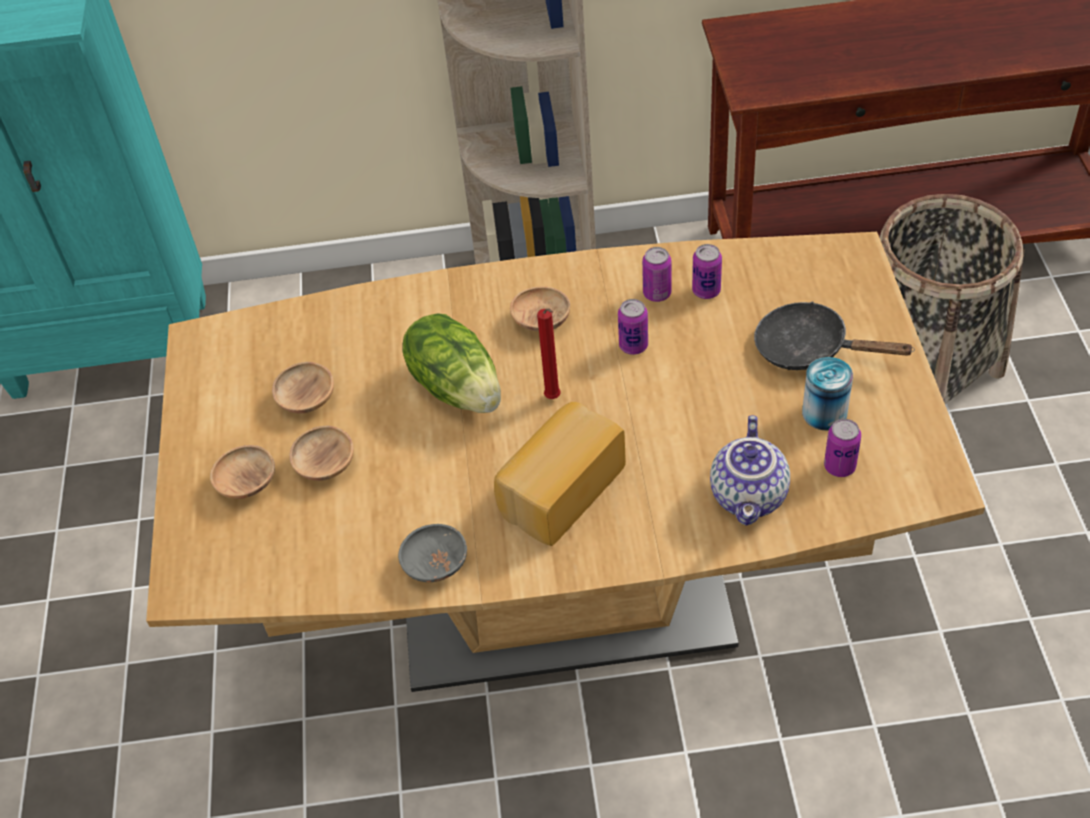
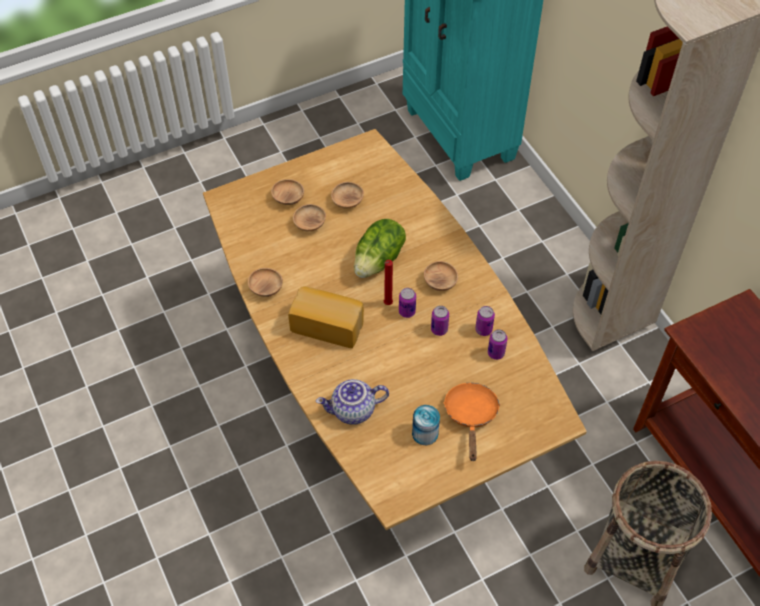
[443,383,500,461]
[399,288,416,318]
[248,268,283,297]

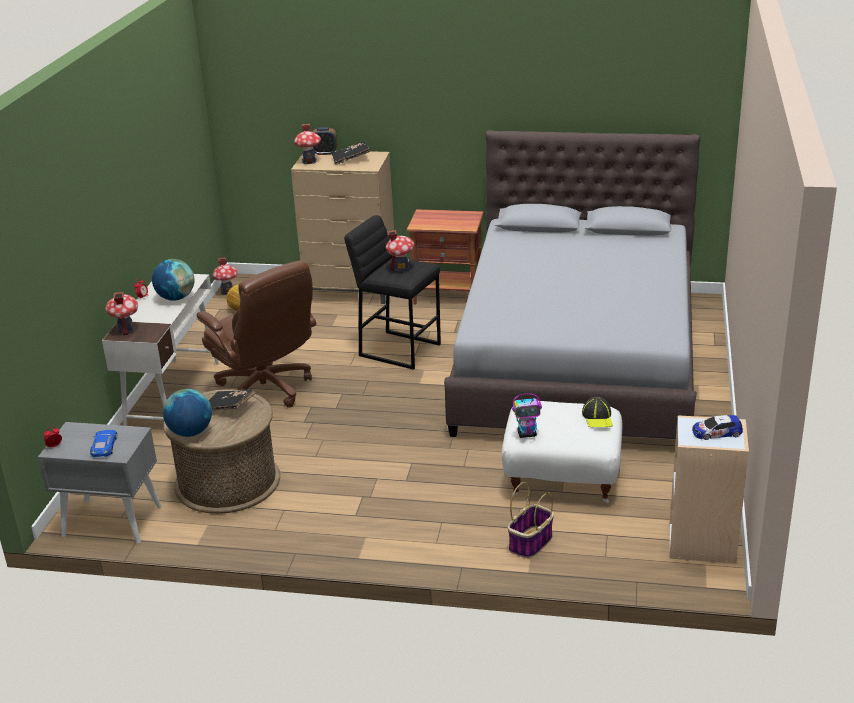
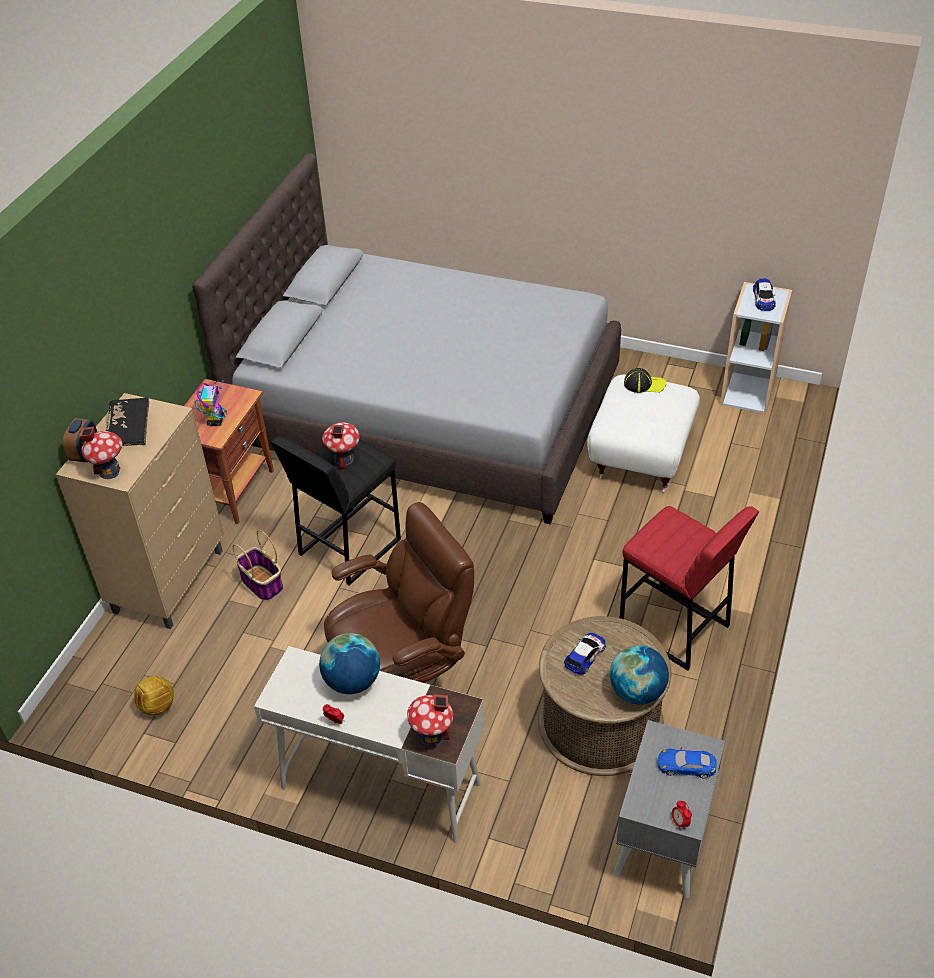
[212,258,238,295] (first image)
[564,633,605,675]
[194,380,227,426]
[233,530,283,601]
[620,506,759,671]

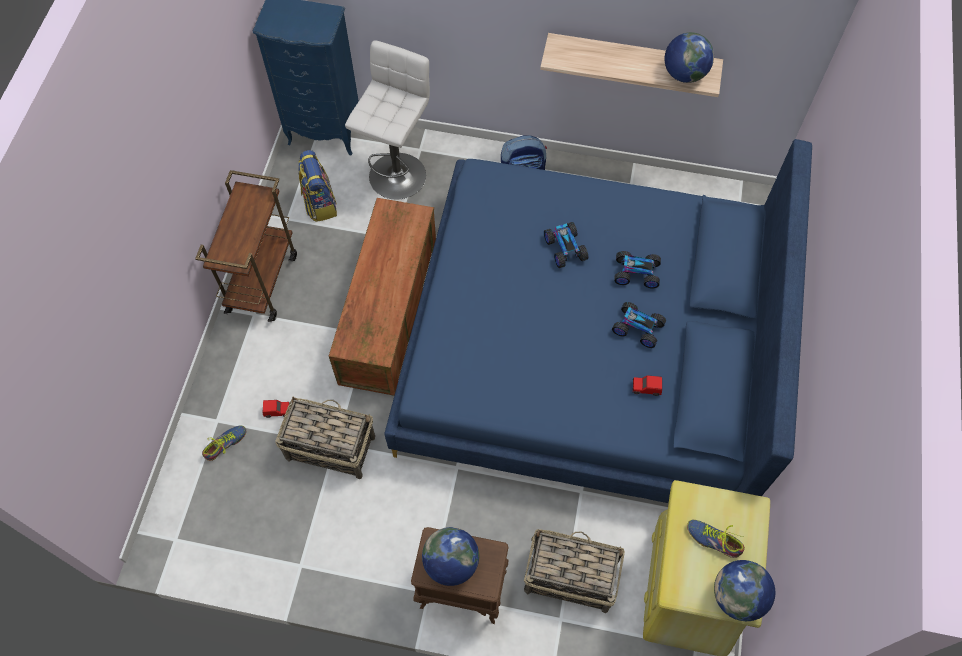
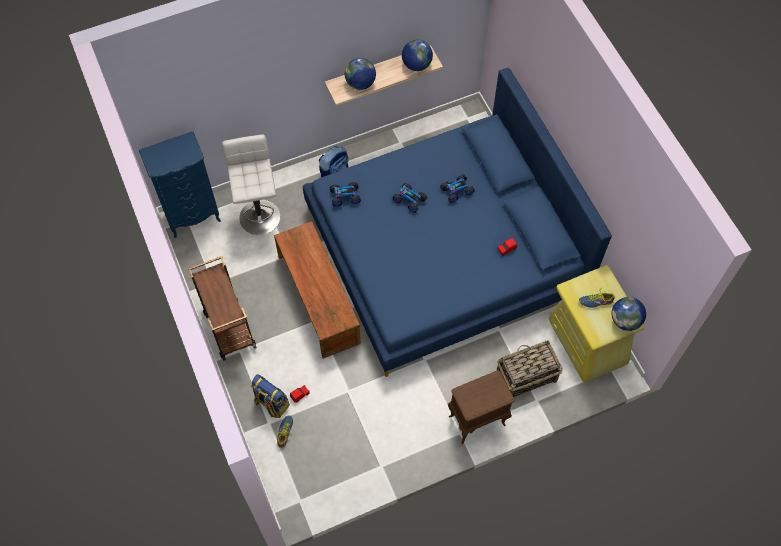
[251,375,290,418]
[330,182,361,207]
[275,397,375,479] (first image)
[345,58,376,90]

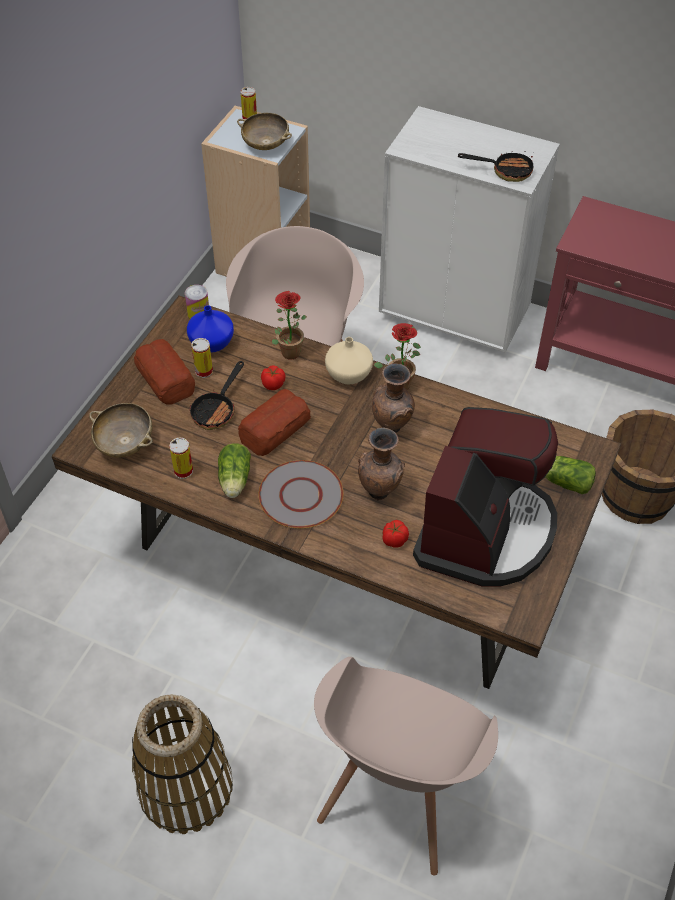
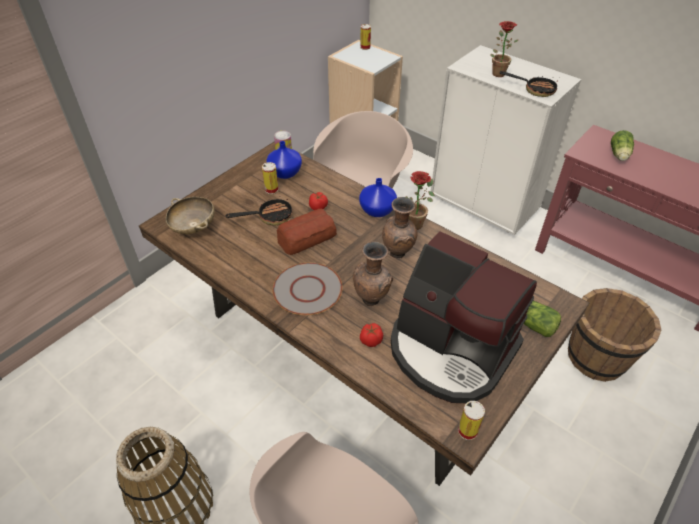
[237,113,292,150] (first image)
[490,21,518,77]
[359,178,397,217]
[134,339,195,405] (first image)
[225,196,292,226]
[391,231,537,403]
[458,401,485,440]
[611,130,634,161]

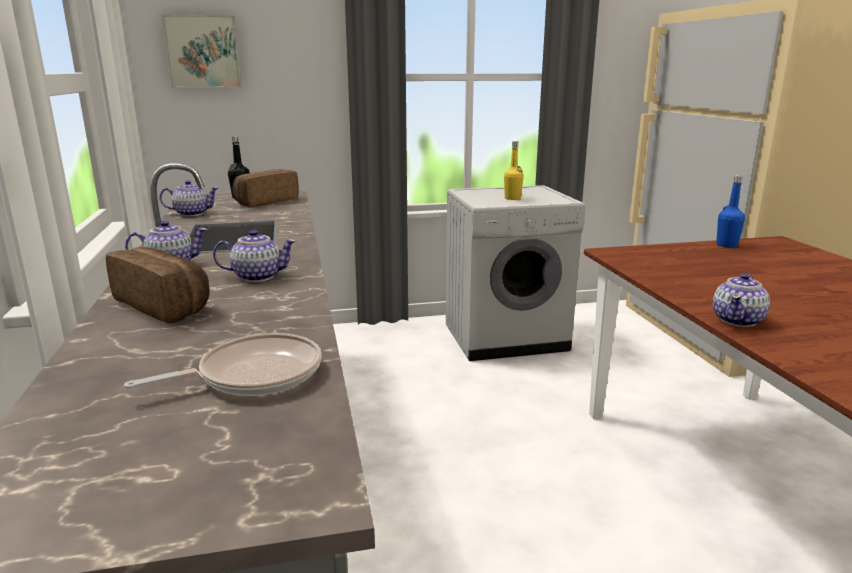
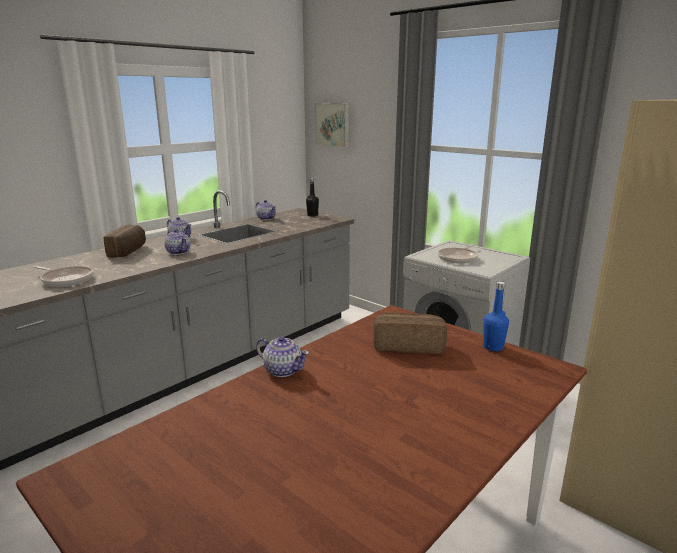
[438,243,478,264]
[373,313,447,354]
[256,336,309,377]

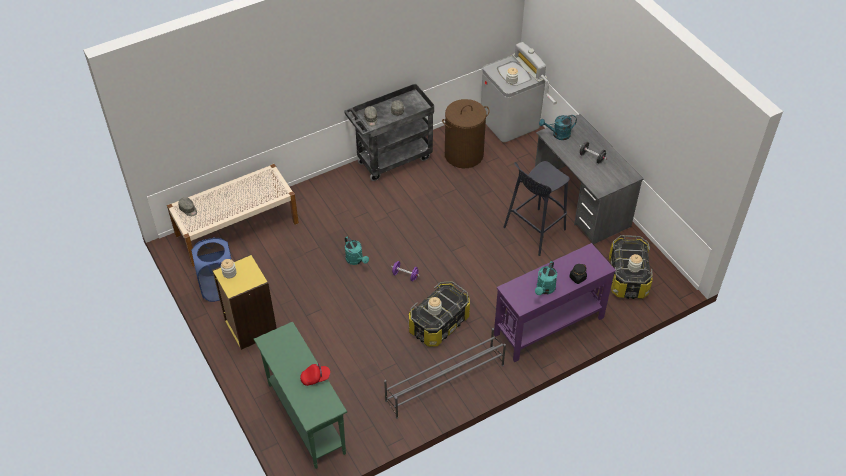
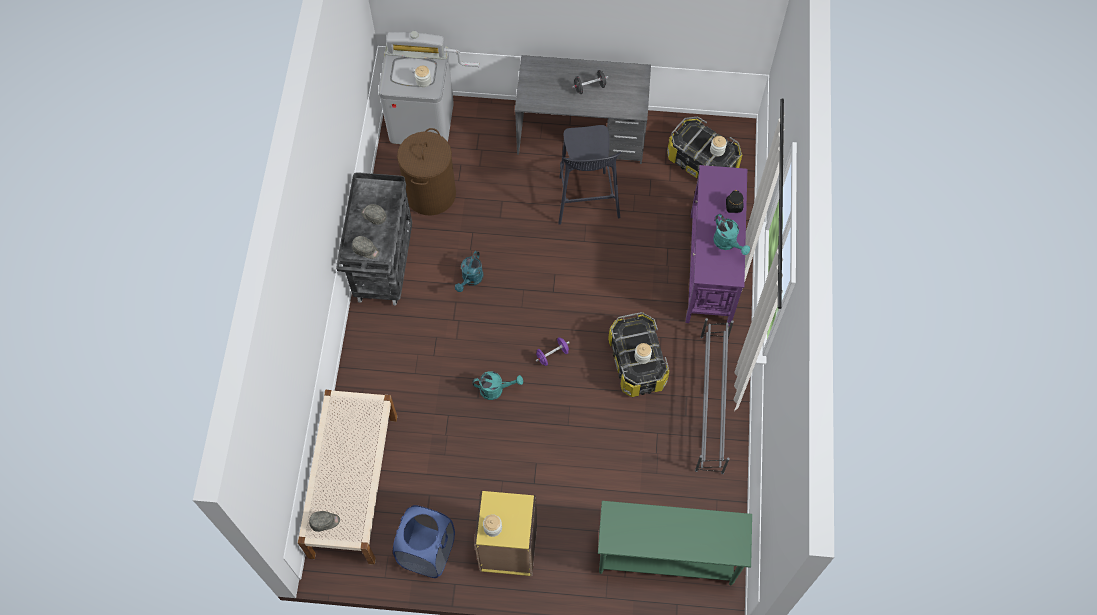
[455,251,483,292]
[300,363,330,386] (first image)

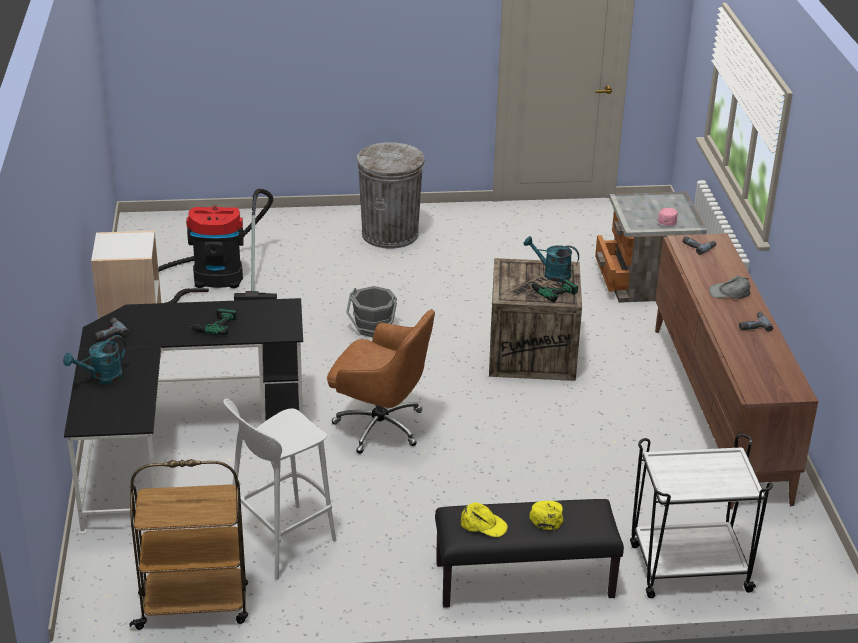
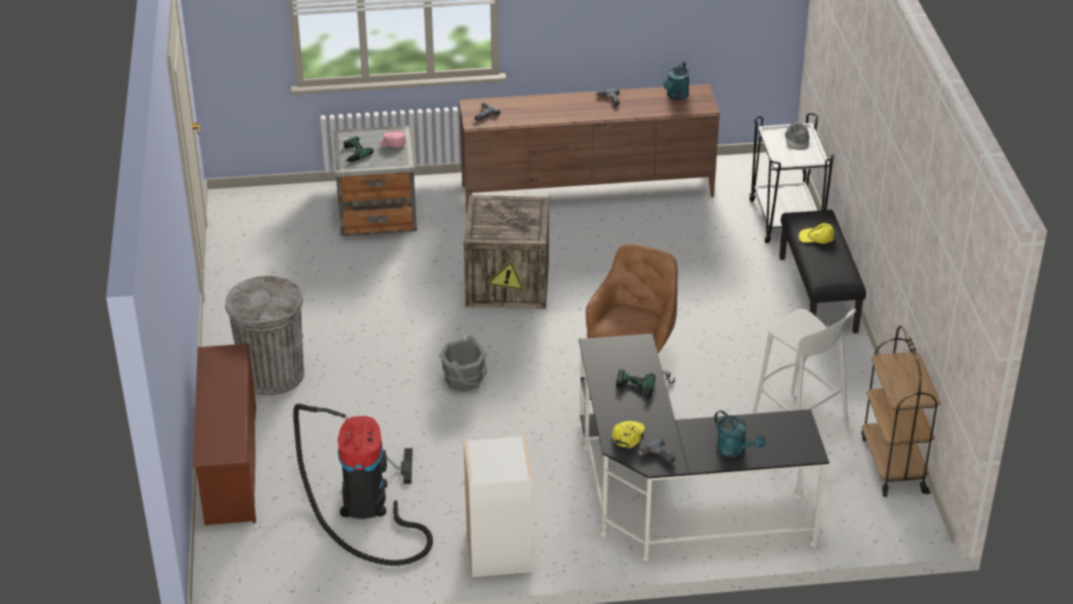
[664,61,689,100]
[785,122,810,150]
[342,136,374,163]
[611,421,645,448]
[193,344,256,525]

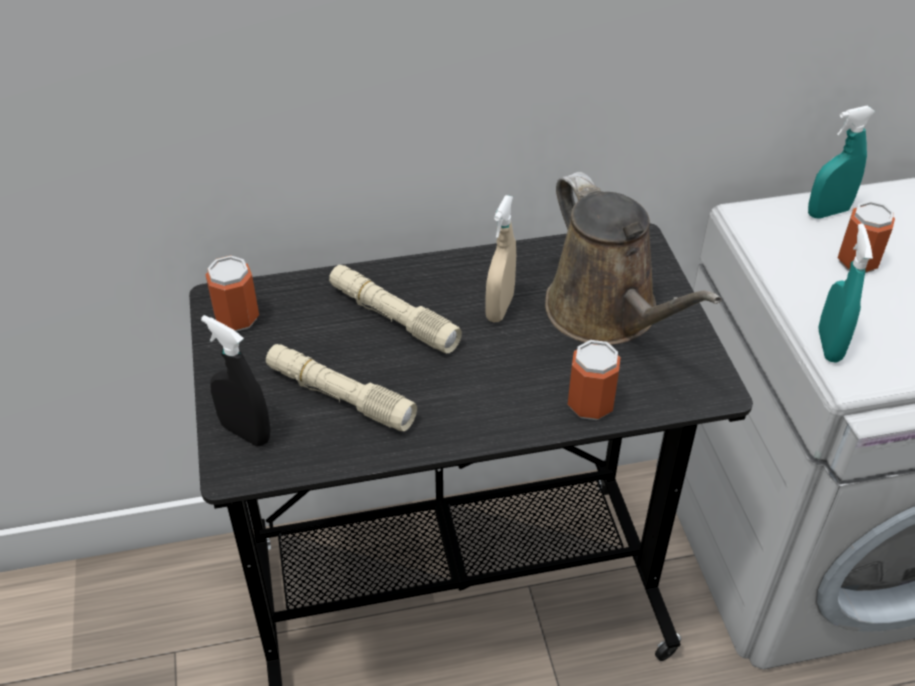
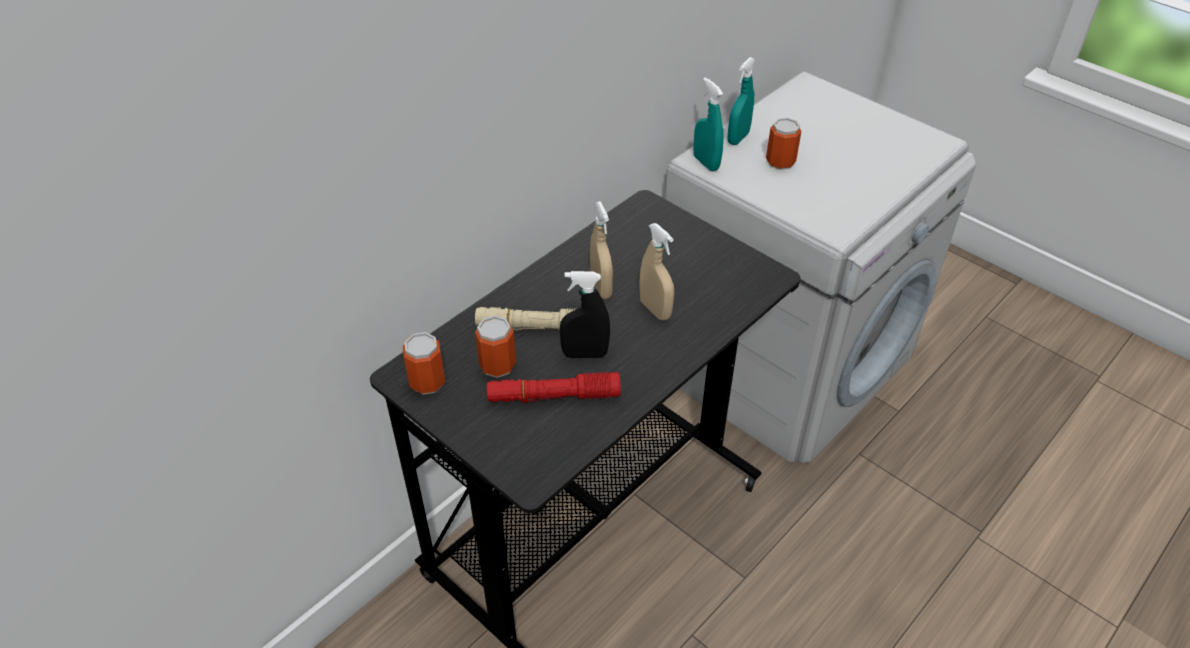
[545,172,722,345] (first image)
[693,77,724,171]
[560,271,610,358]
[475,315,516,378]
[486,372,621,403]
[640,223,674,320]

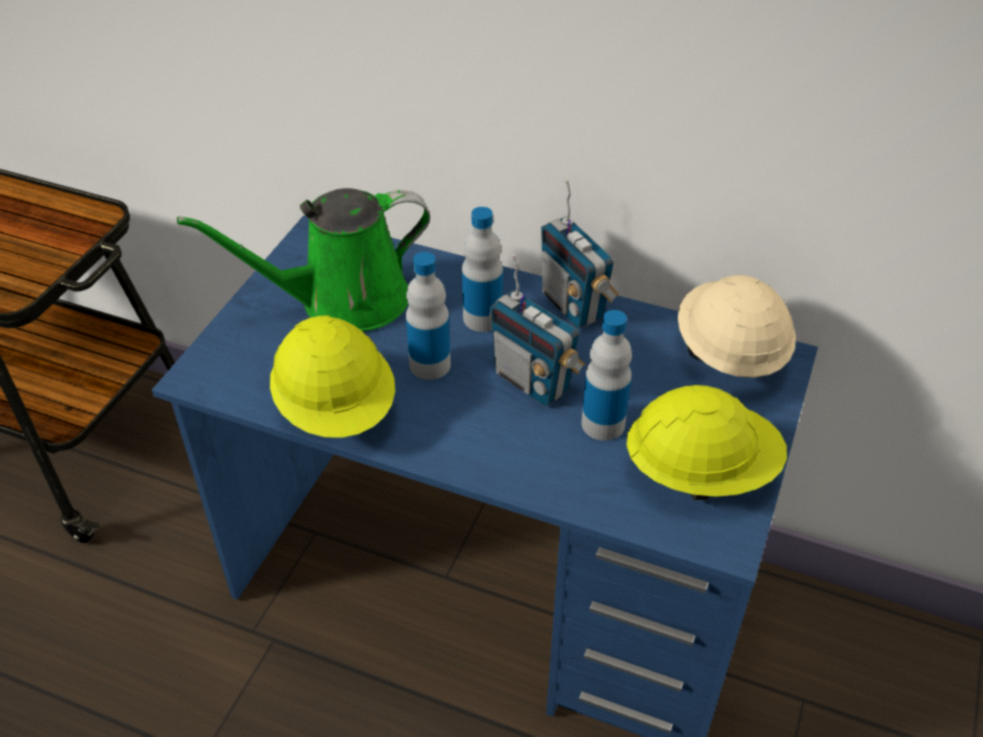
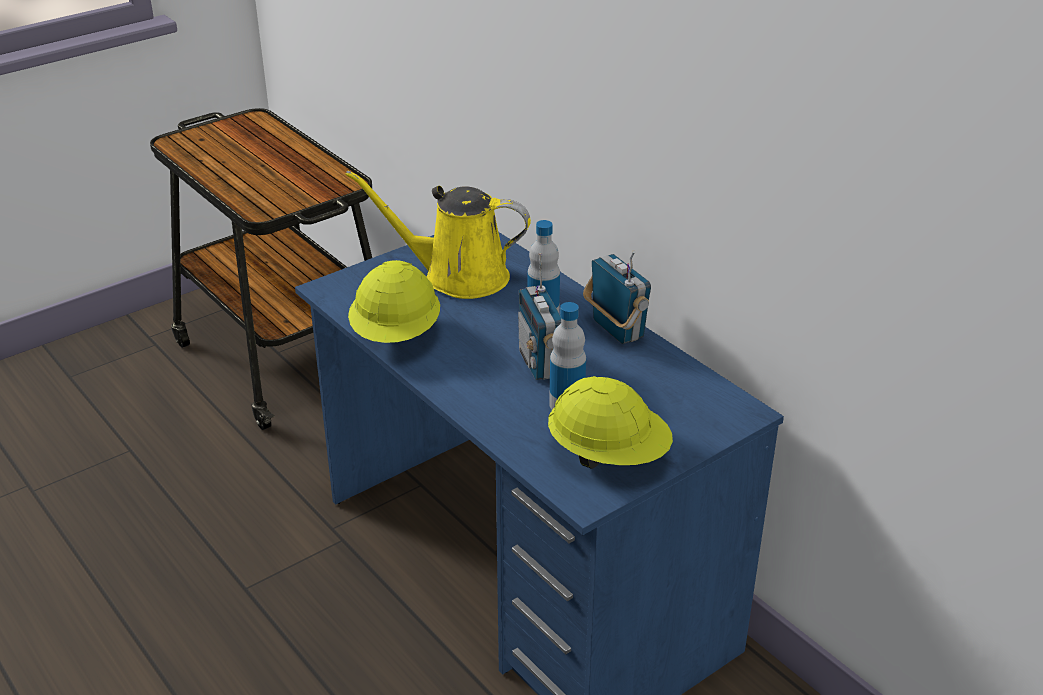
[583,250,651,344]
[345,170,531,299]
[406,252,451,380] (first image)
[678,275,796,378] (first image)

